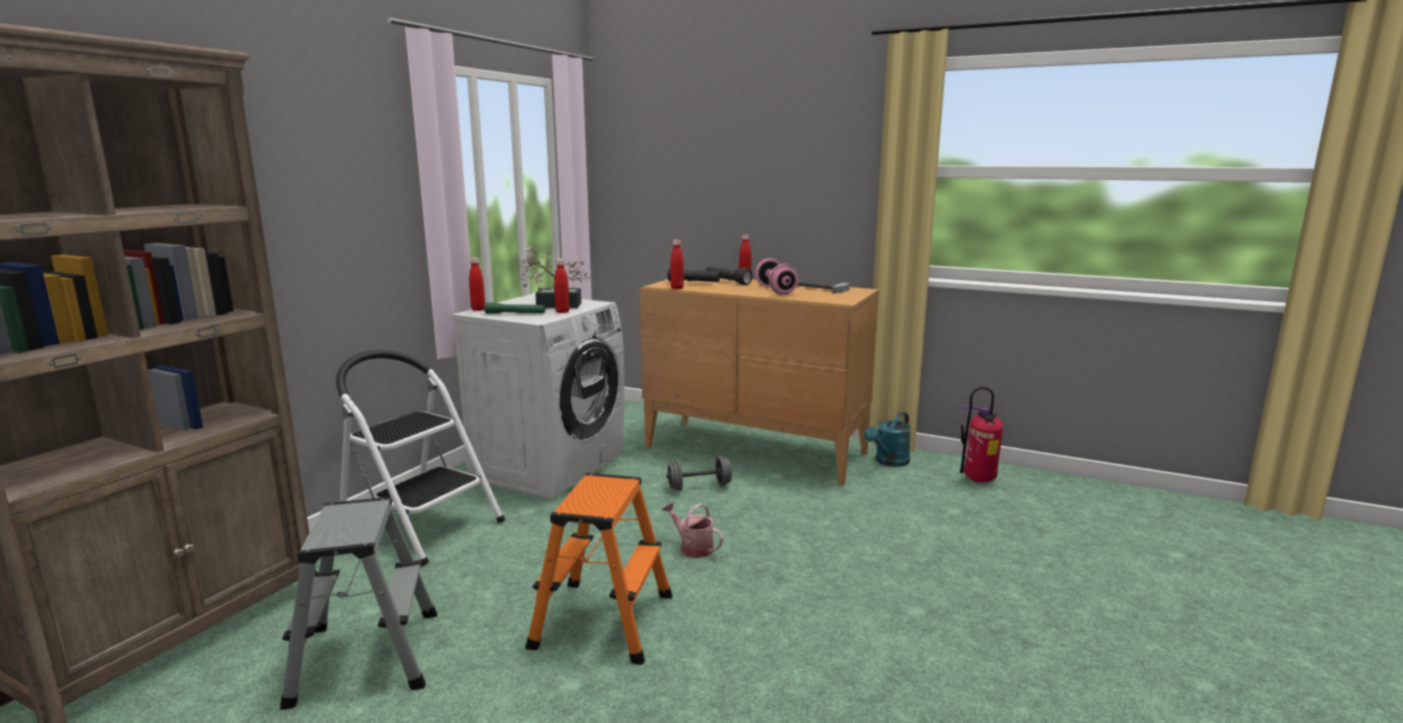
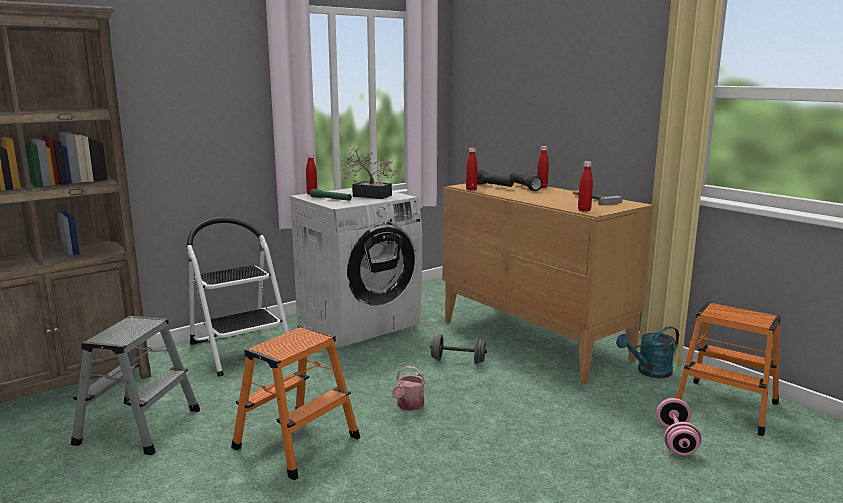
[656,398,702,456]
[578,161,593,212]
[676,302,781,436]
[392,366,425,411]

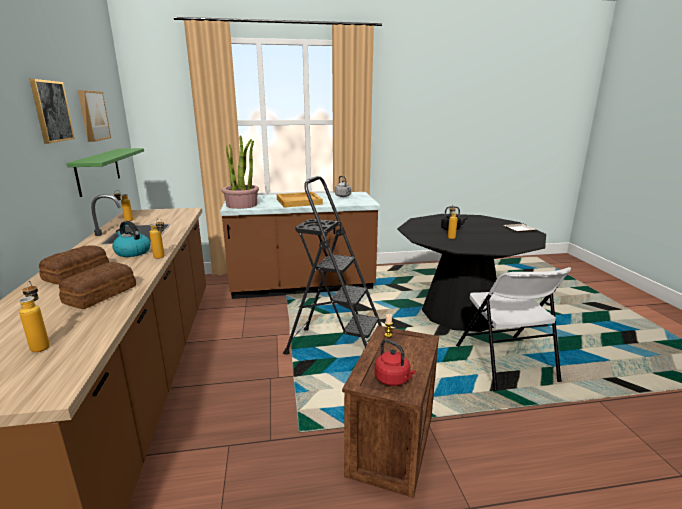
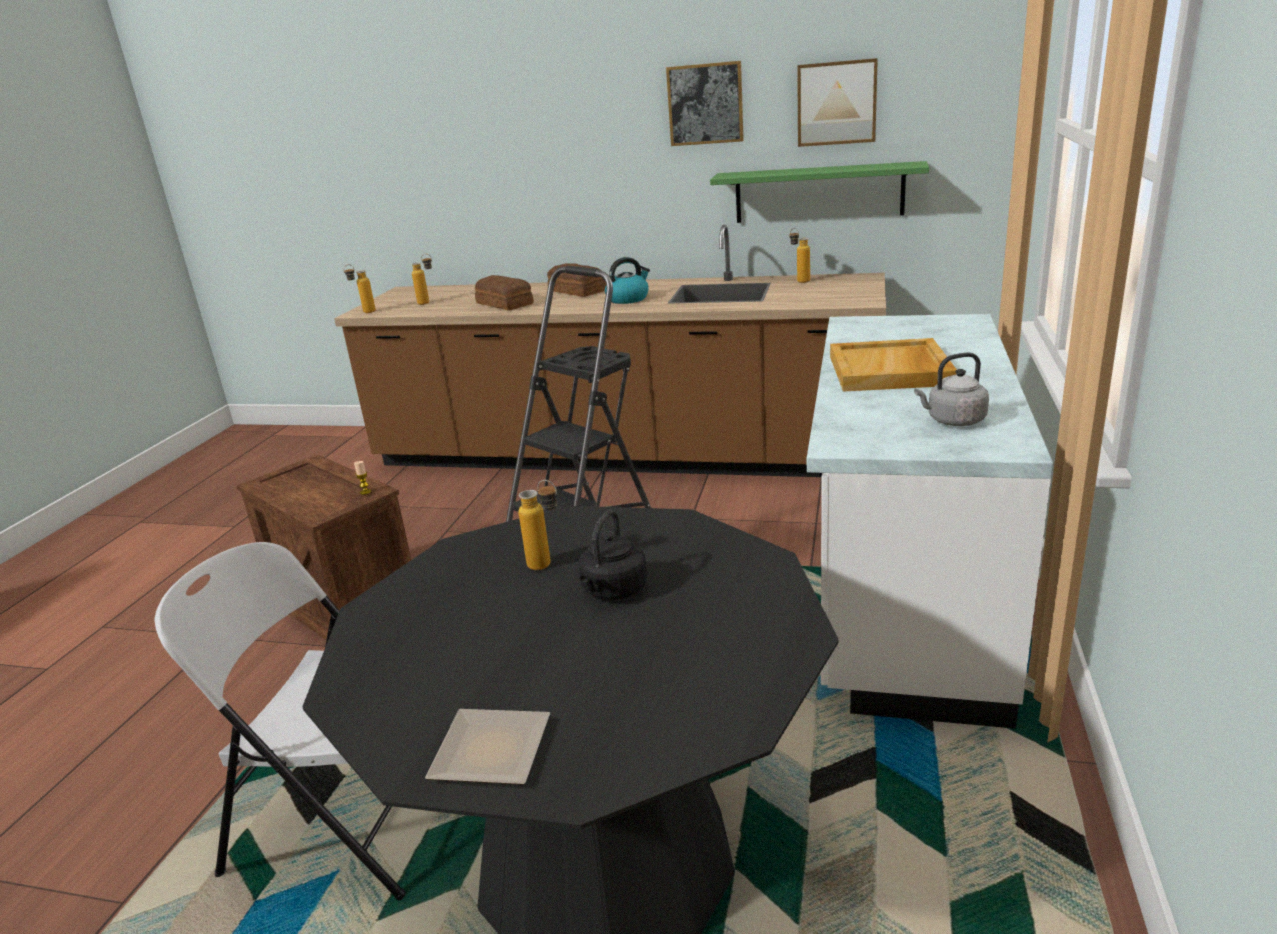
[222,135,259,209] (first image)
[807,314,1053,729]
[343,264,376,313]
[375,339,416,386] (first image)

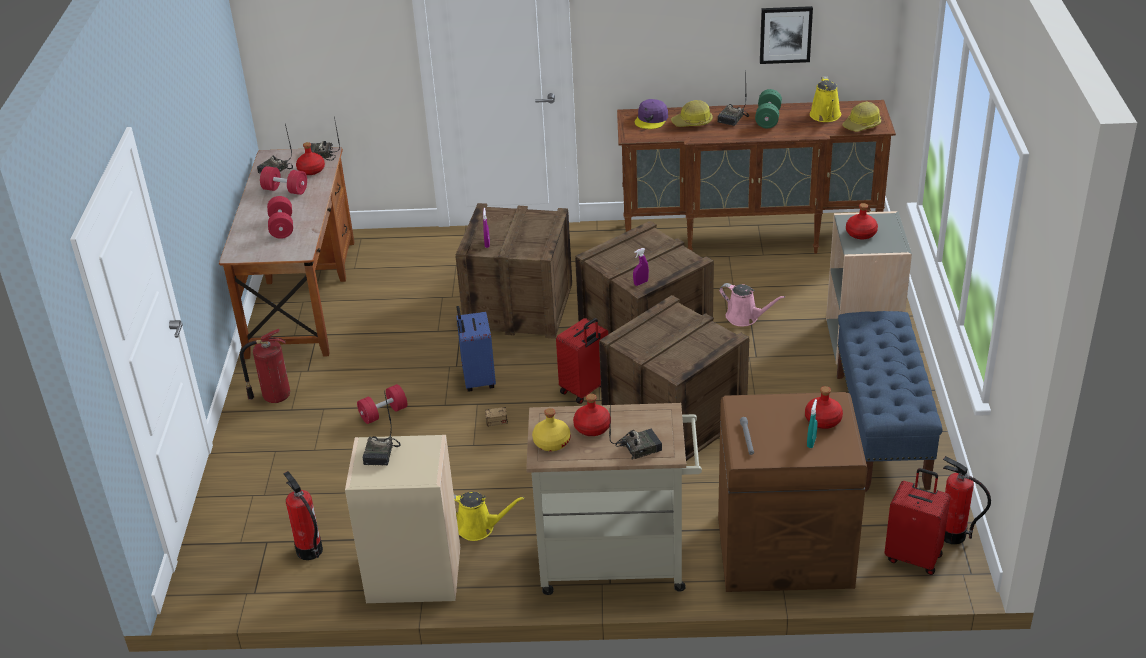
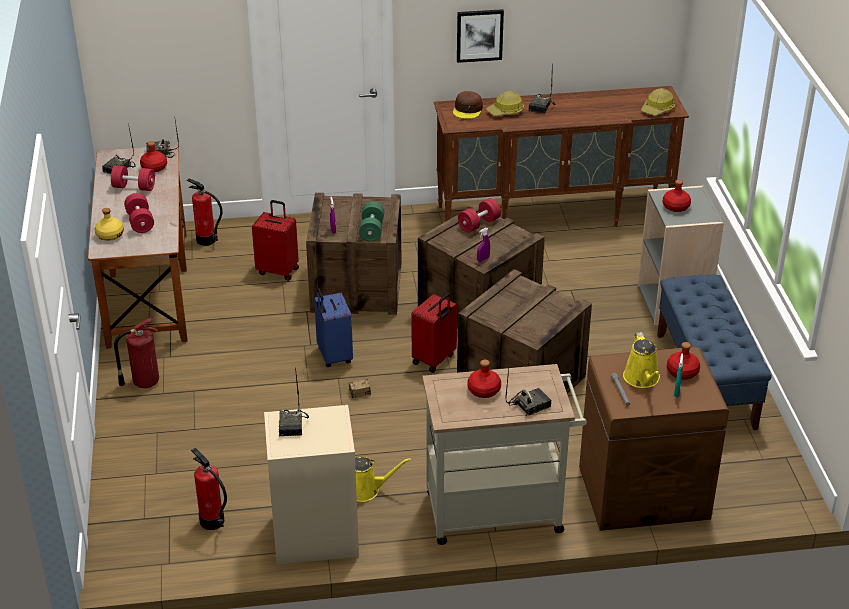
[457,9,504,63]
[623,332,660,388]
[359,202,384,242]
[453,91,483,119]
[719,283,785,326] (first image)
[458,198,501,233]
[95,208,124,241]
[187,178,223,246]
[252,200,299,281]

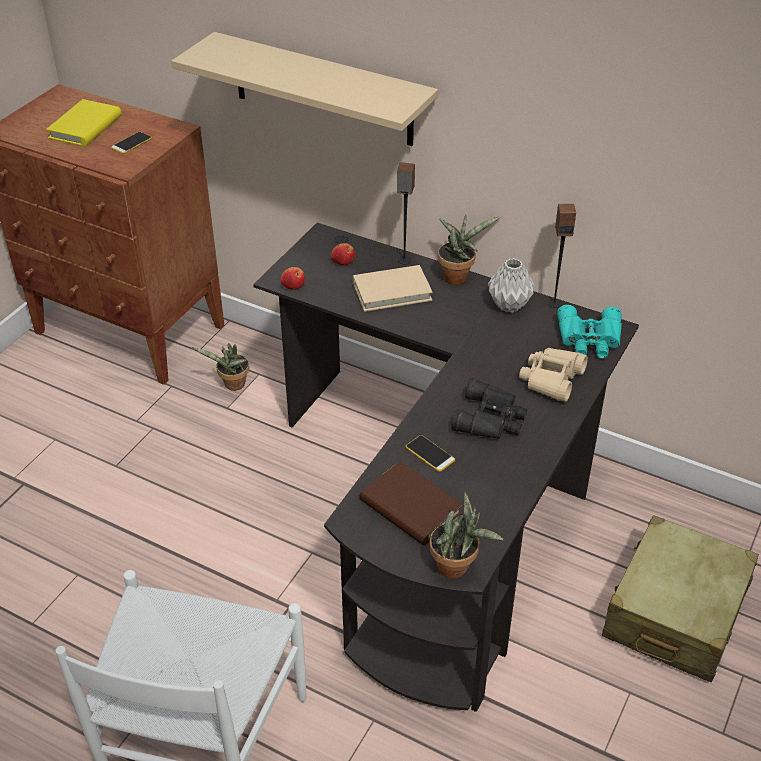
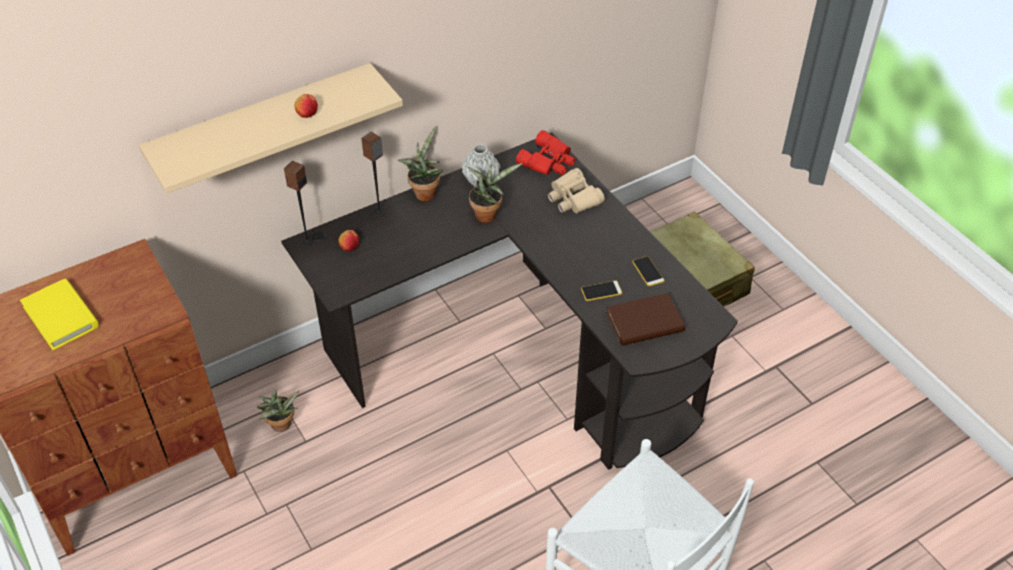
[632,256,665,286]
[284,161,314,246]
[353,265,433,312] (first image)
[294,94,318,118]
[516,130,576,175]
[451,378,527,439] (first image)
[468,163,522,223]

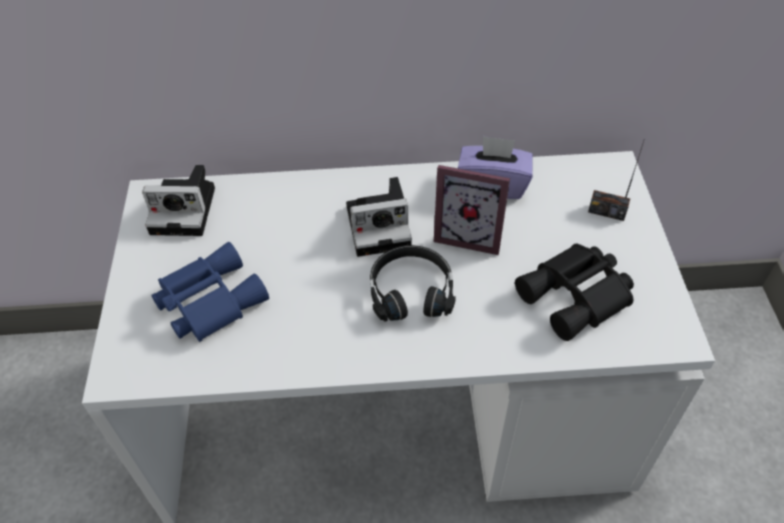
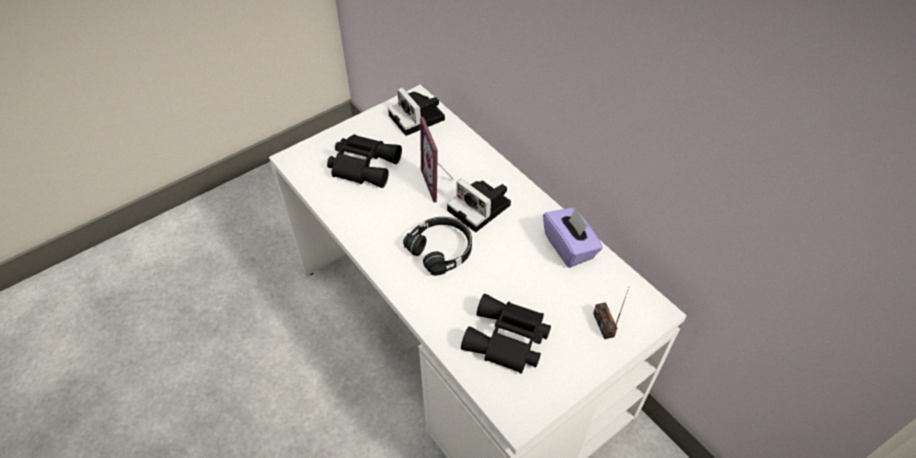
[420,117,454,203]
[327,134,402,188]

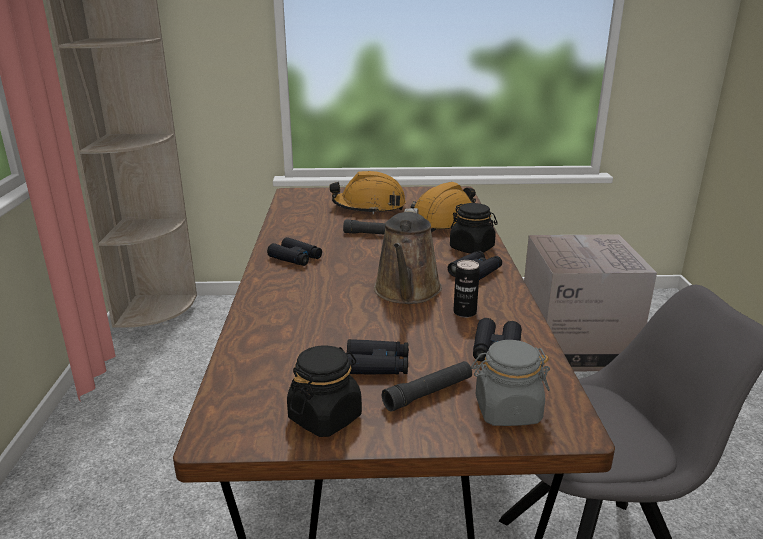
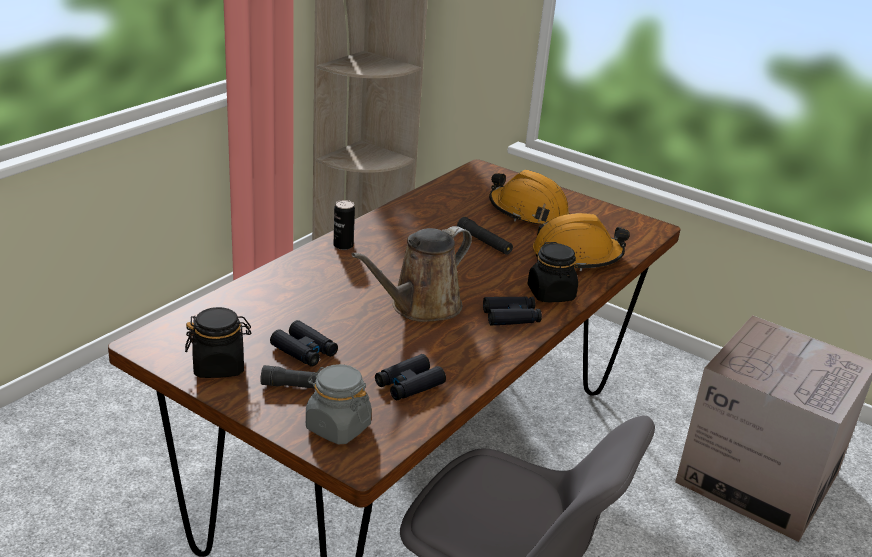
[267,237,322,266] (first image)
[334,200,355,250]

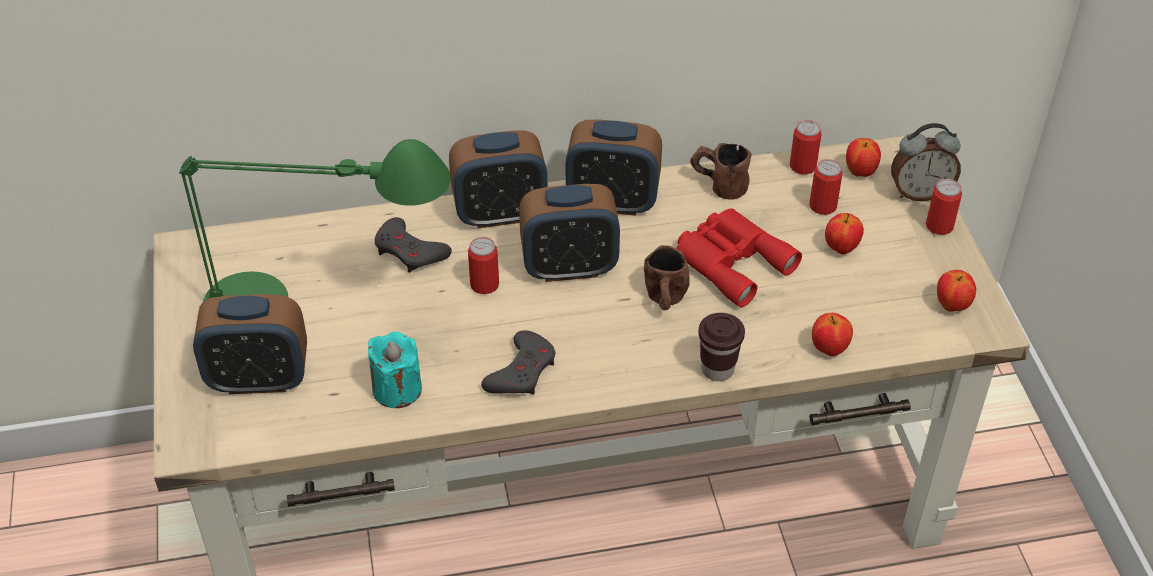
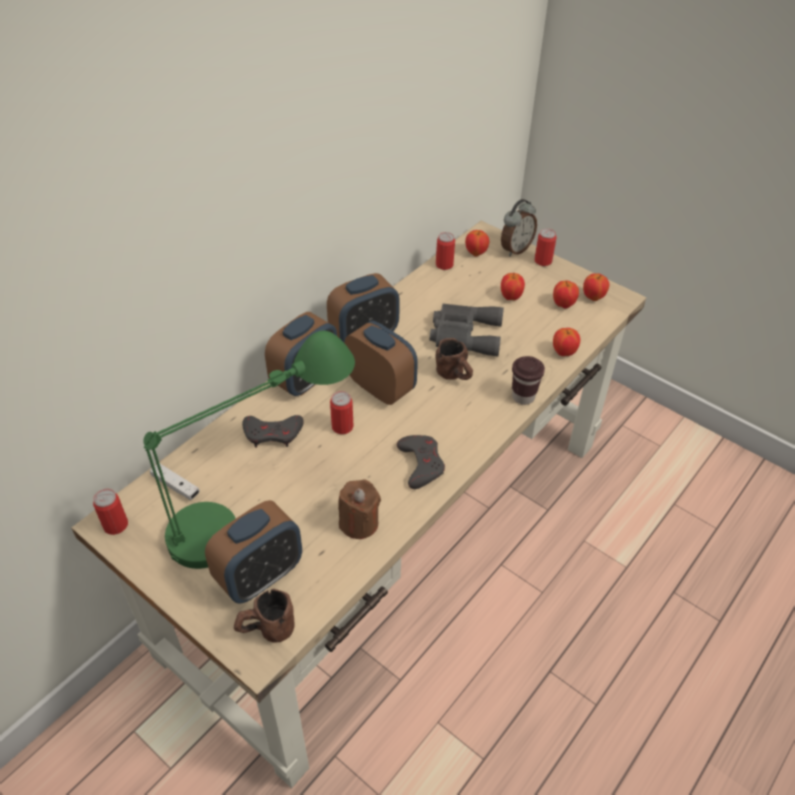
[234,589,294,643]
[93,489,128,535]
[345,321,418,405]
[430,304,504,356]
[338,479,381,539]
[553,280,579,308]
[150,463,200,500]

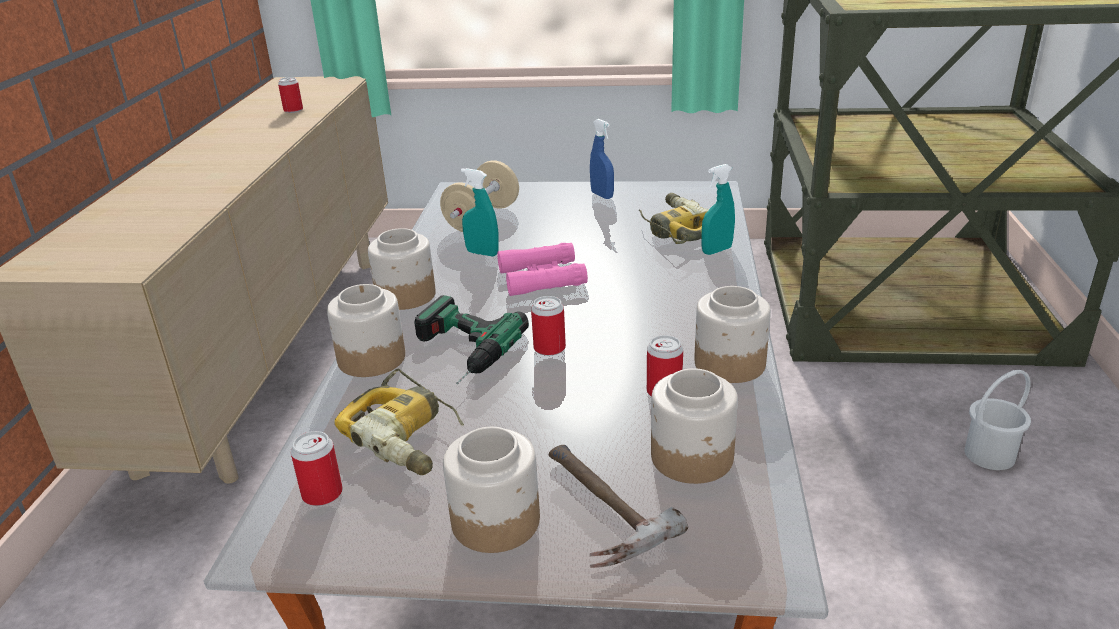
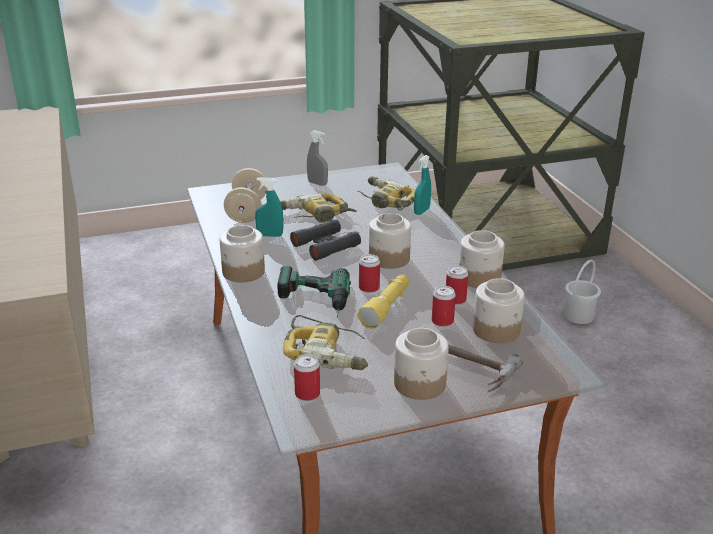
[432,286,456,327]
[307,130,328,186]
[290,219,361,261]
[369,213,411,269]
[280,193,357,223]
[358,274,409,328]

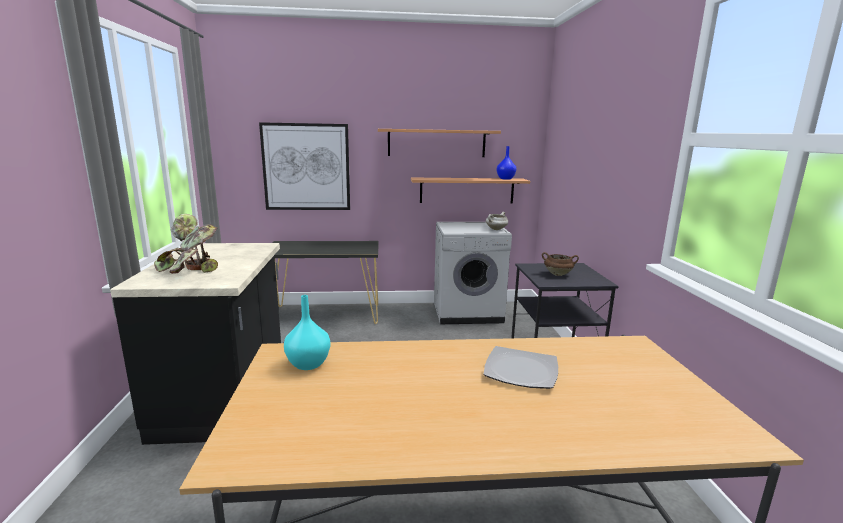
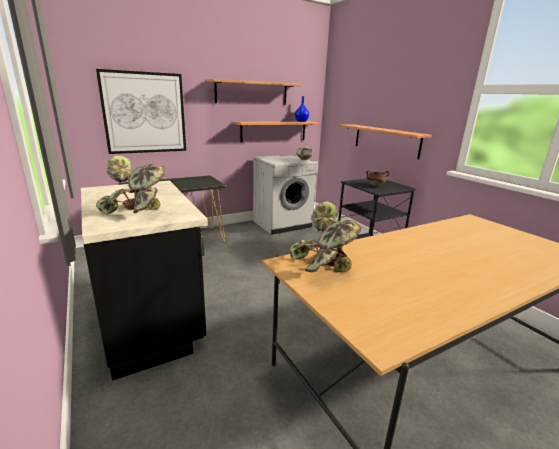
[290,202,361,272]
[483,346,558,389] (first image)
[339,124,432,159]

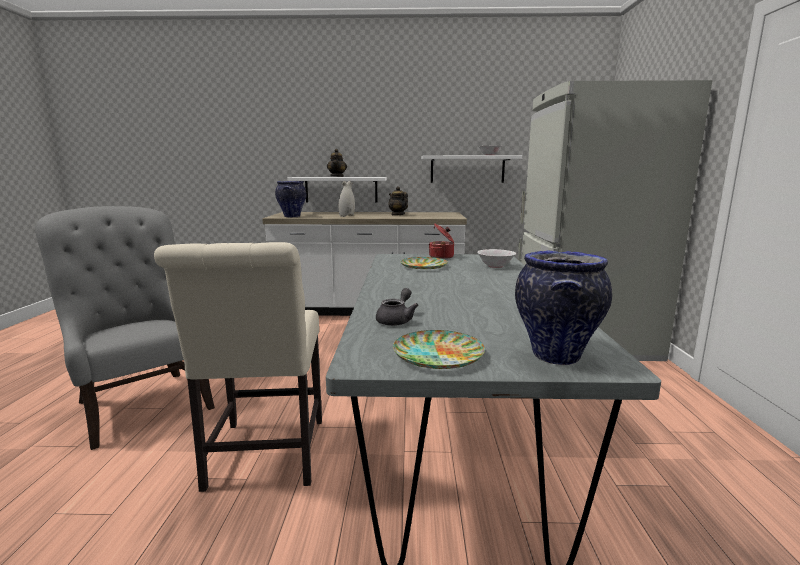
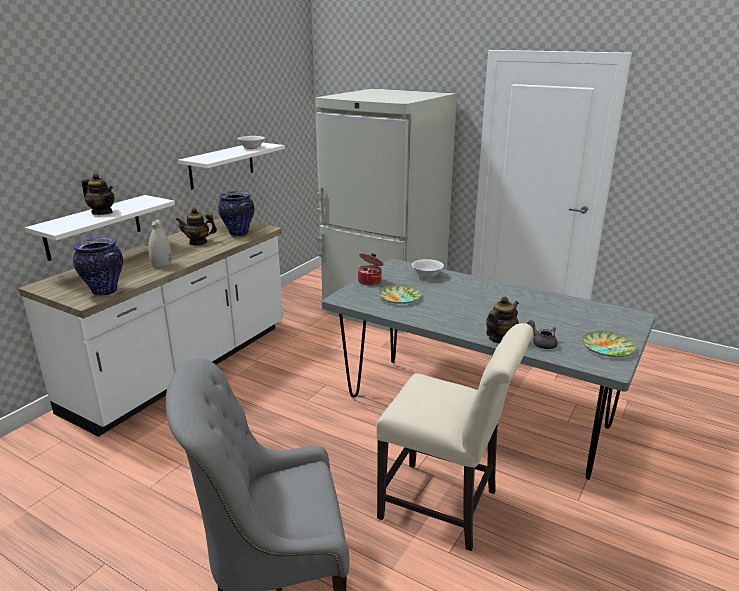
[218,191,254,236]
[486,297,519,343]

